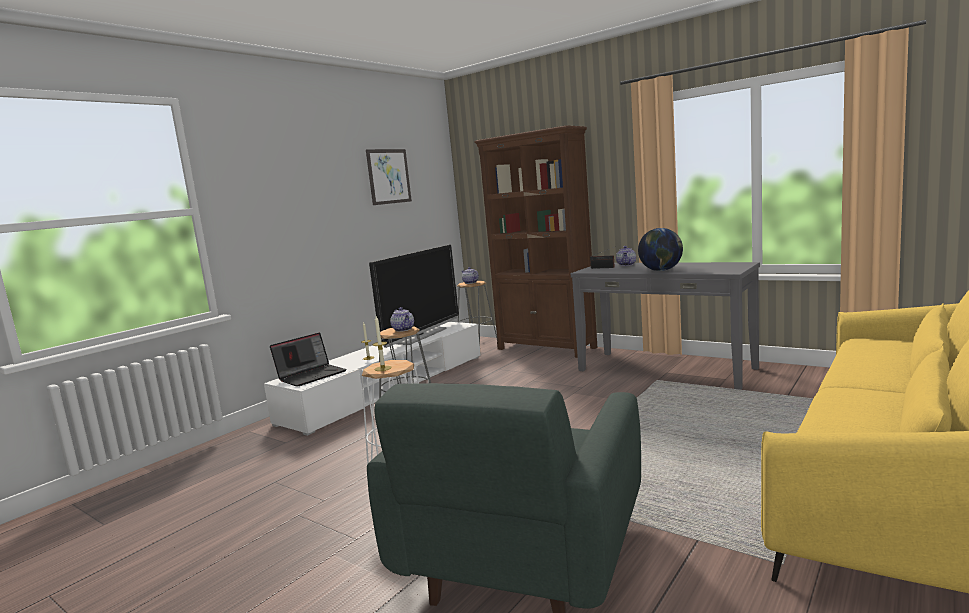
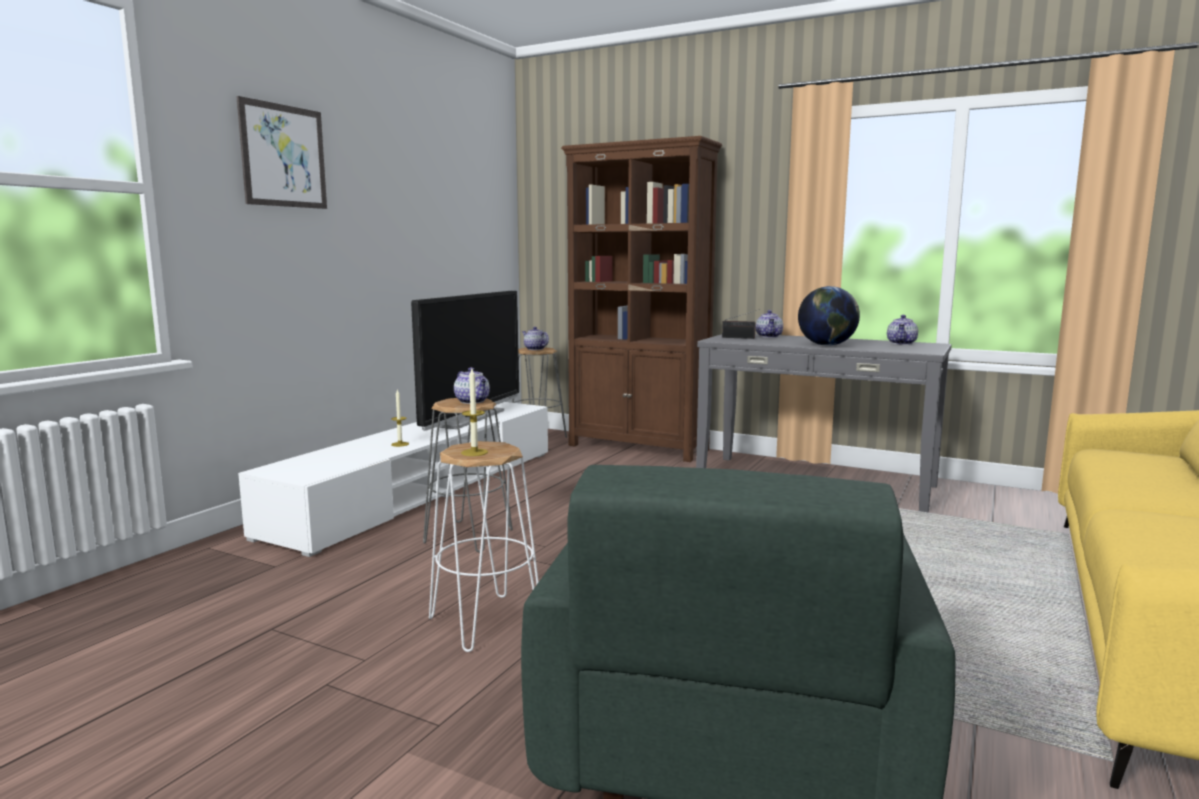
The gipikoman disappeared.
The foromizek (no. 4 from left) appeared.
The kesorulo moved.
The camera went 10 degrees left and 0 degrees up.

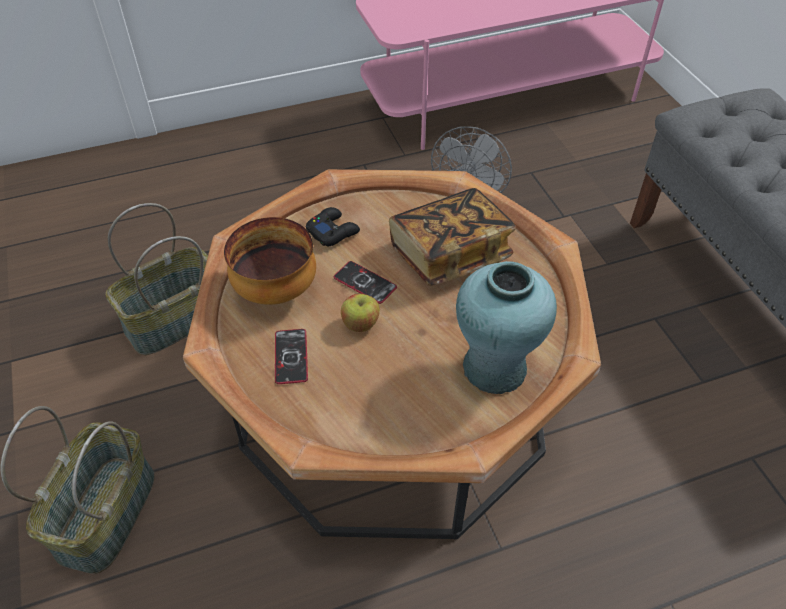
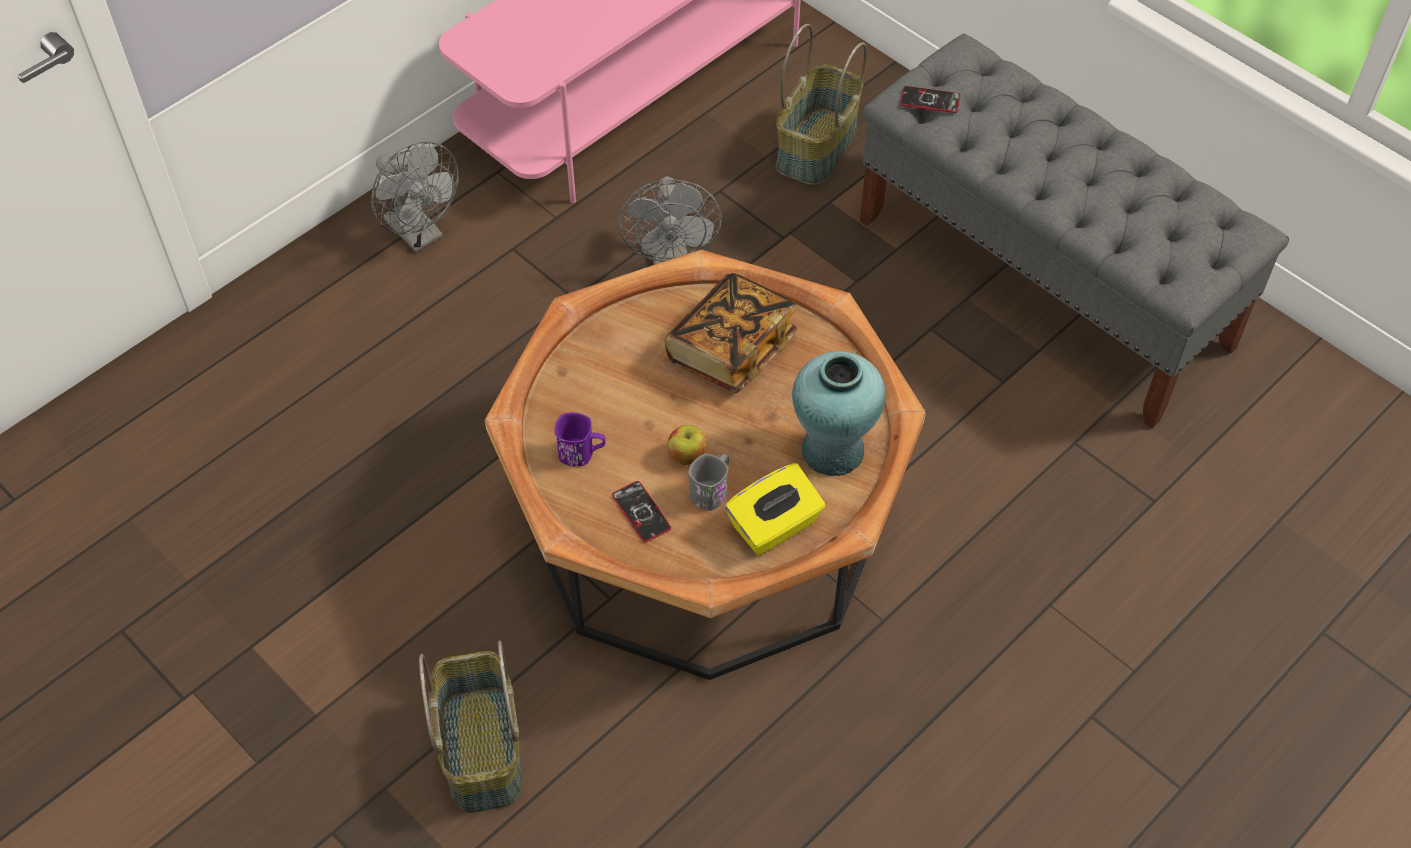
The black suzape disappeared.
The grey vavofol (no. 1 from left) appeared.
The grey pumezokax appeared.
The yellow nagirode appeared.
The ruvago (no. 2 from left) moved.
The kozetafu (no. 2 from left) moved.
The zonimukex was replaced by the purple pumezokax.
The camera went 25 degrees left and 5 degrees up.

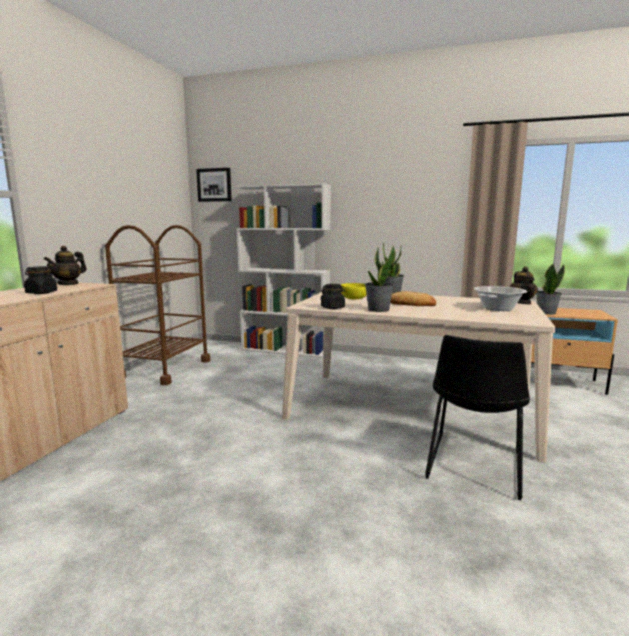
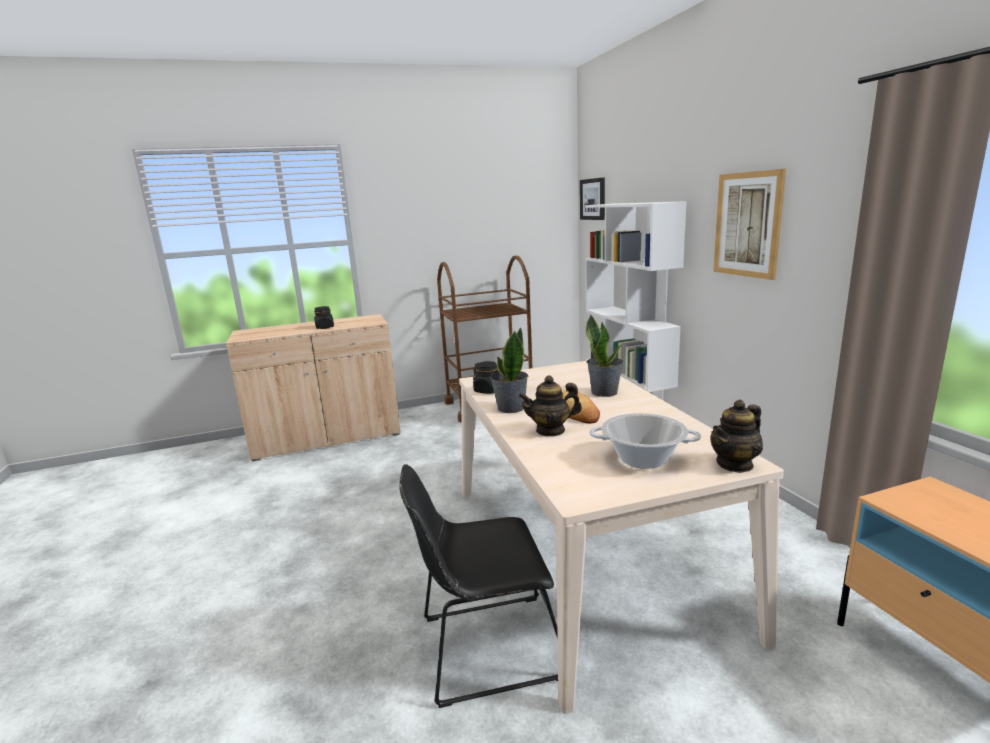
The yellow zonimukex disappeared.
The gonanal (no. 3 from left) disappeared.
The kesorulo (no. 2 from left) appeared.
The foromizek (no. 1 from left) moved.
The camera went 55 degrees right and 5 degrees up.

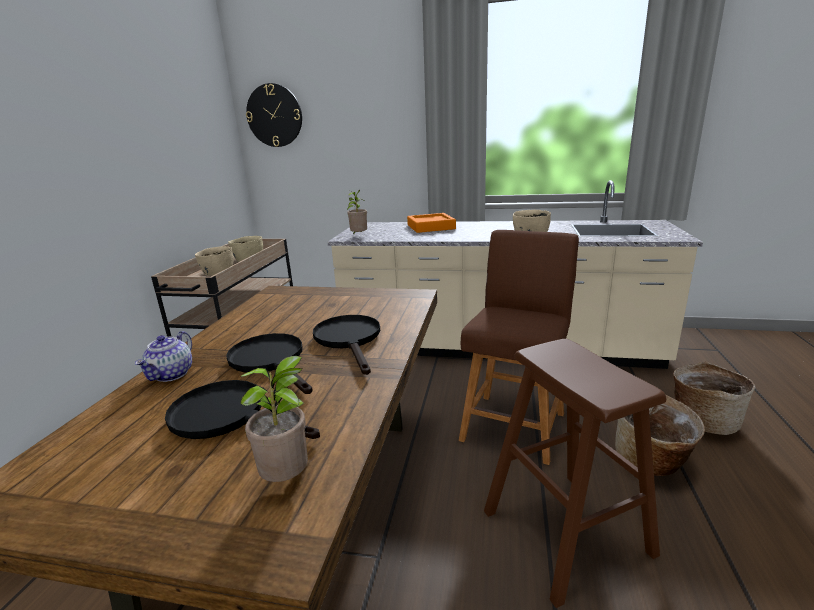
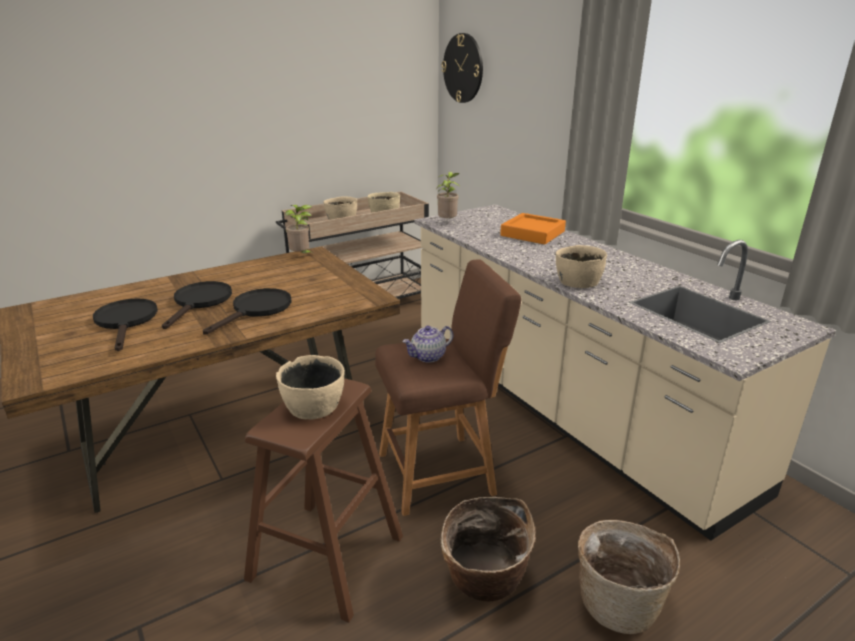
The beige zonimukex (no. 1 from left) appeared.
The foromizek moved.
The gonanal (no. 1 from left) moved.
The camera went 45 degrees right and 5 degrees up.

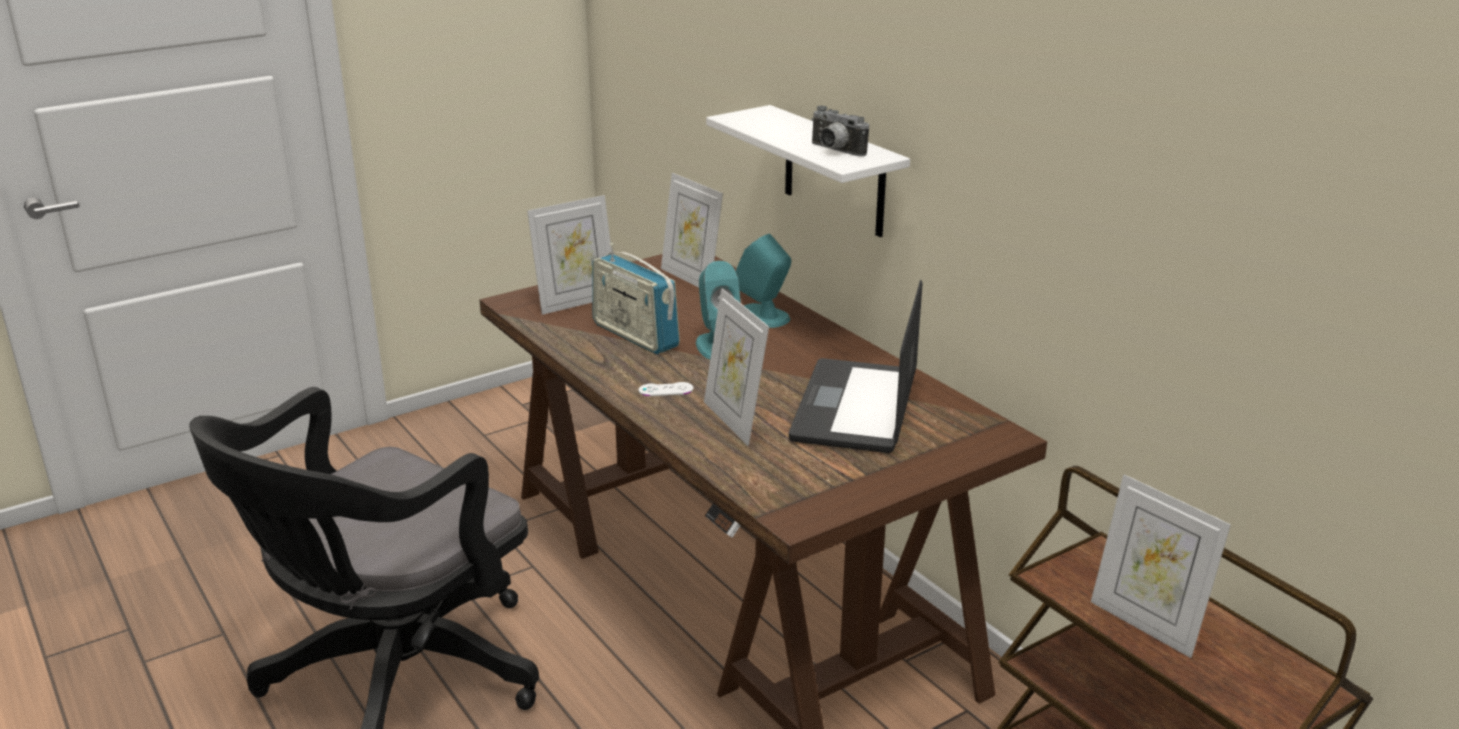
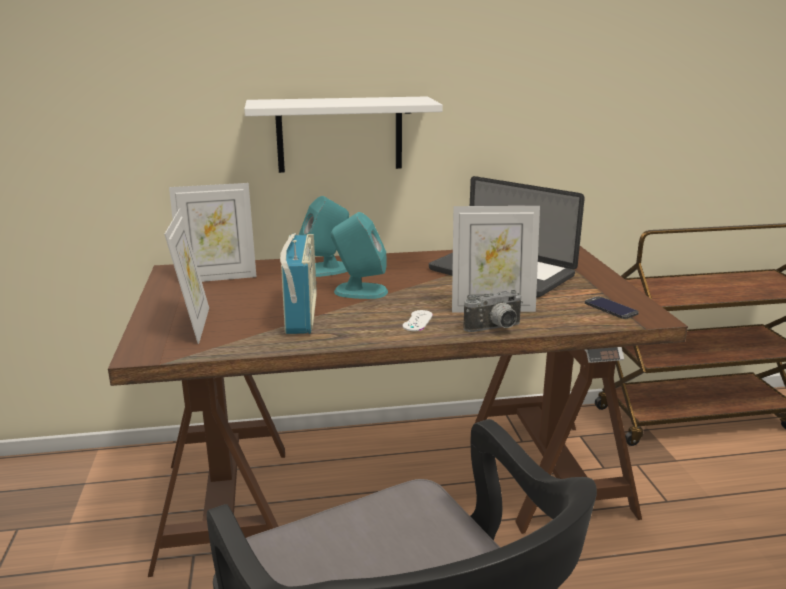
The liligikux (no. 4 from left) disappeared.
The kozetafu appeared.
The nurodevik moved.
The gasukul turned 75 degrees counterclockwise.
The camera went 65 degrees left and 5 degrees down.

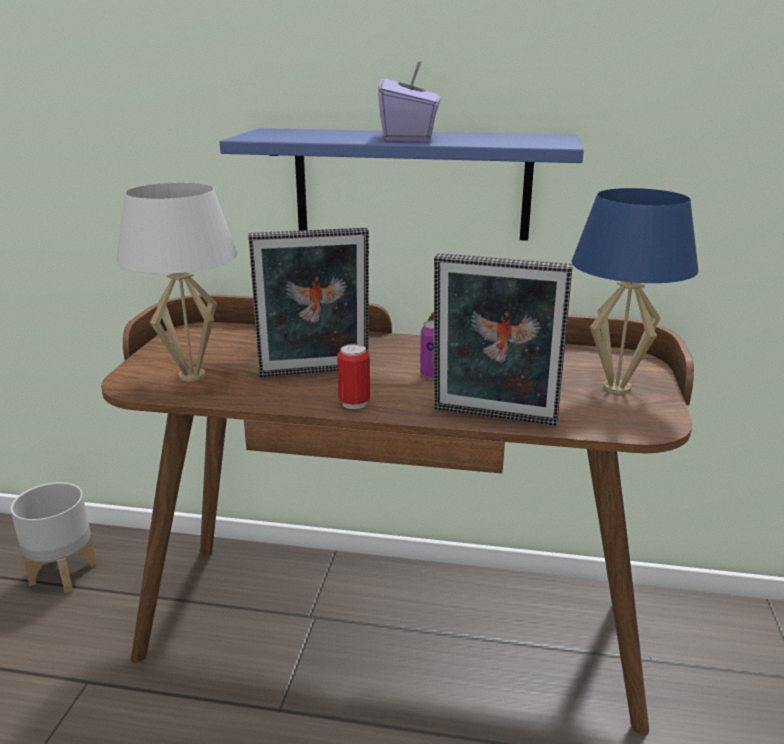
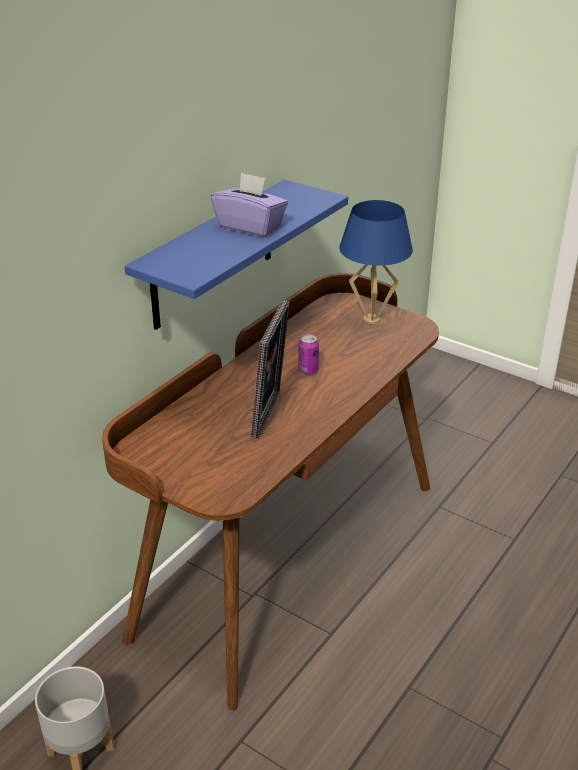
The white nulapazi disappeared.
The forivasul (no. 1 from left) disappeared.
The liligikux (no. 2 from left) disappeared.
The camera went 65 degrees left and 10 degrees up.

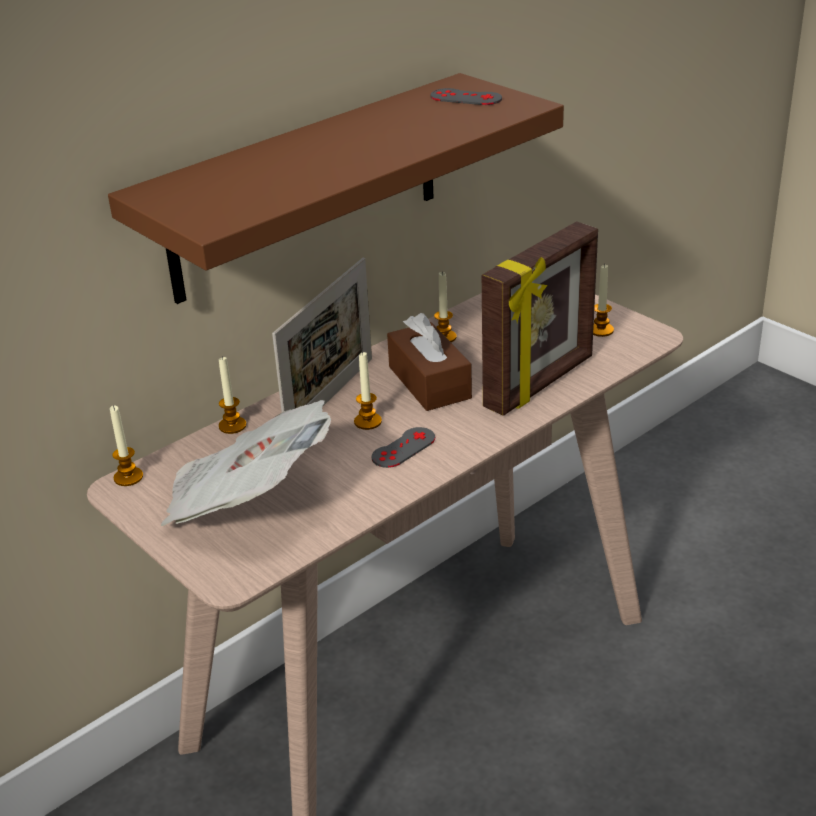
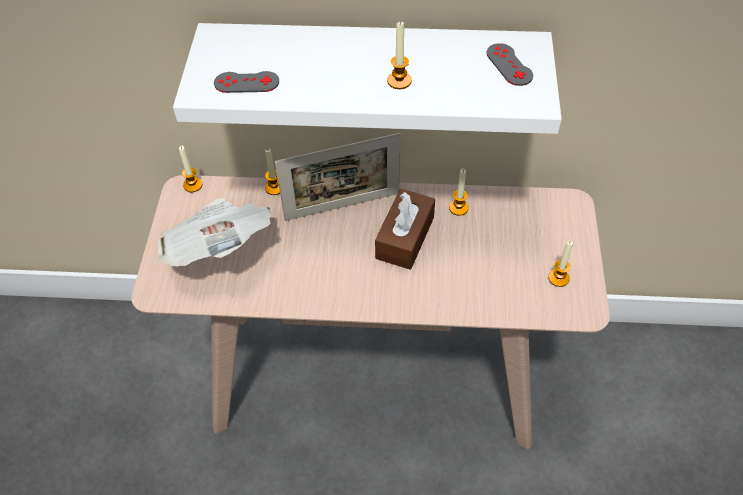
The liligikux (no. 2 from left) disappeared.
The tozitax (no. 3 from left) moved.
The grey suzape (no. 1 from left) moved.
The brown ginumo became the white ginumo.
The camera went 45 degrees right and 20 degrees up.

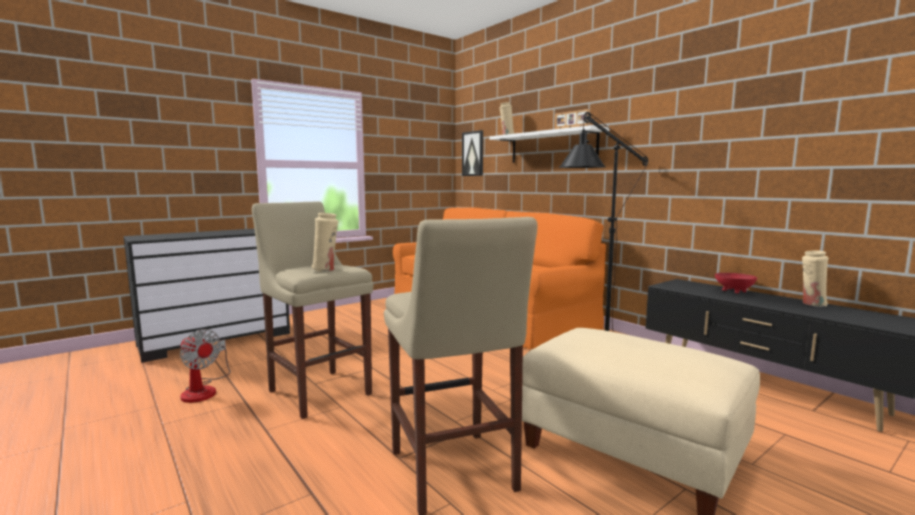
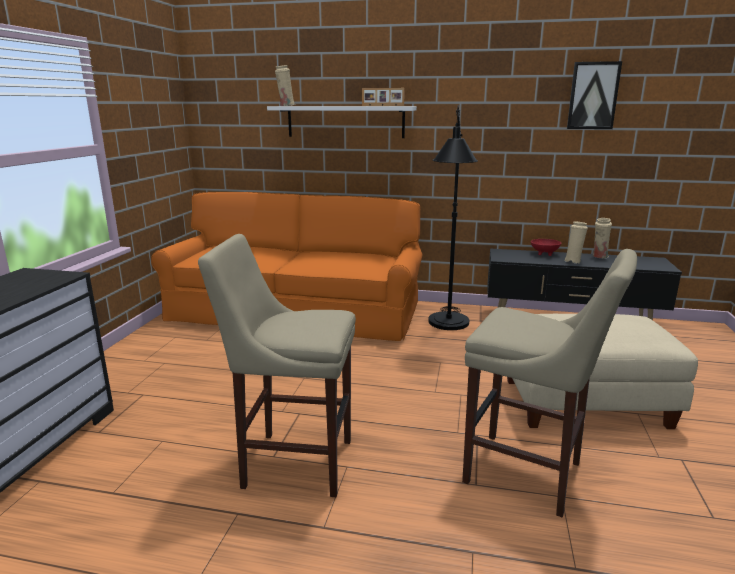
The vavofol disappeared.
The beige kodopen (no. 1 from left in the first image) moved.
The kesorulo moved.
The camera went 40 degrees left and 10 degrees up.

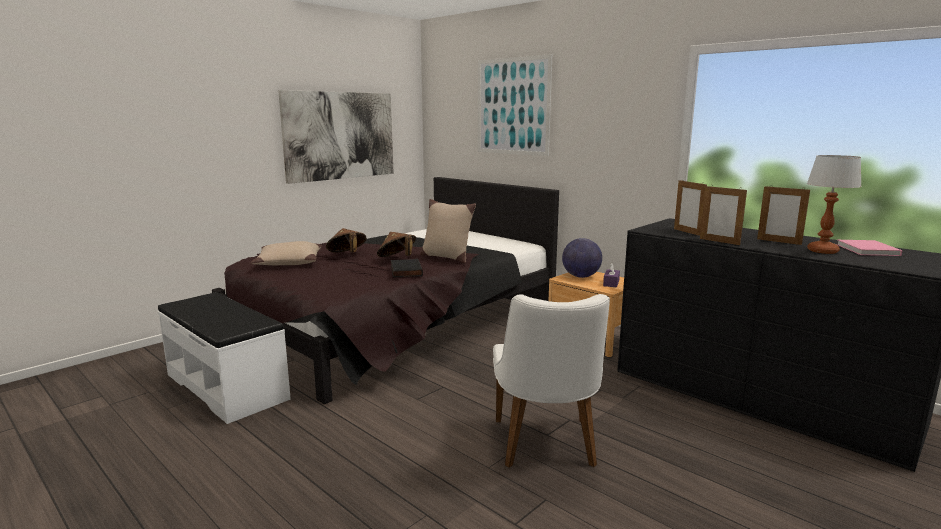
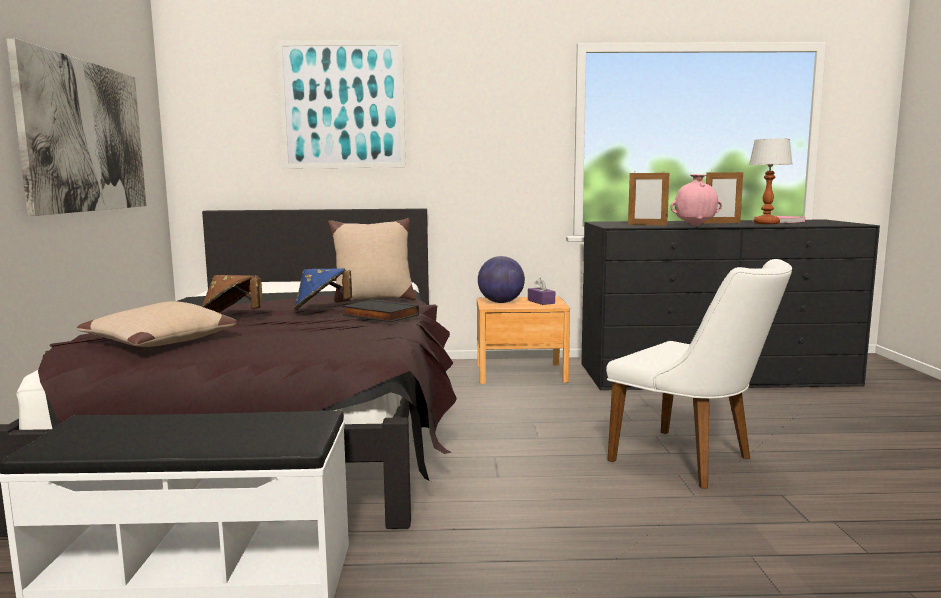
The liligikux (no. 2 from left) was replaced by the pink kodopen.
The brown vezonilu (no. 2 from left) became the blue vezonilu.
The camera went 45 degrees left and 5 degrees down.

